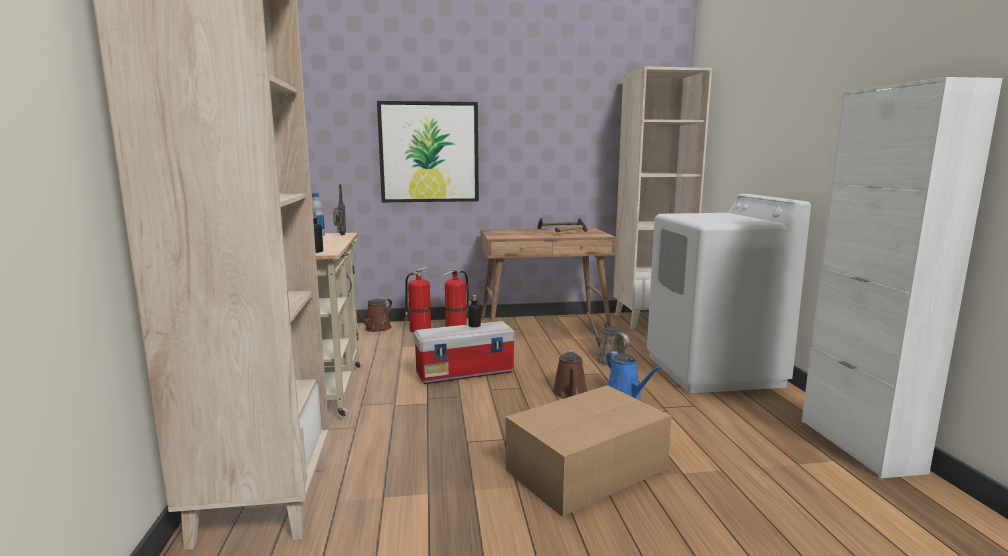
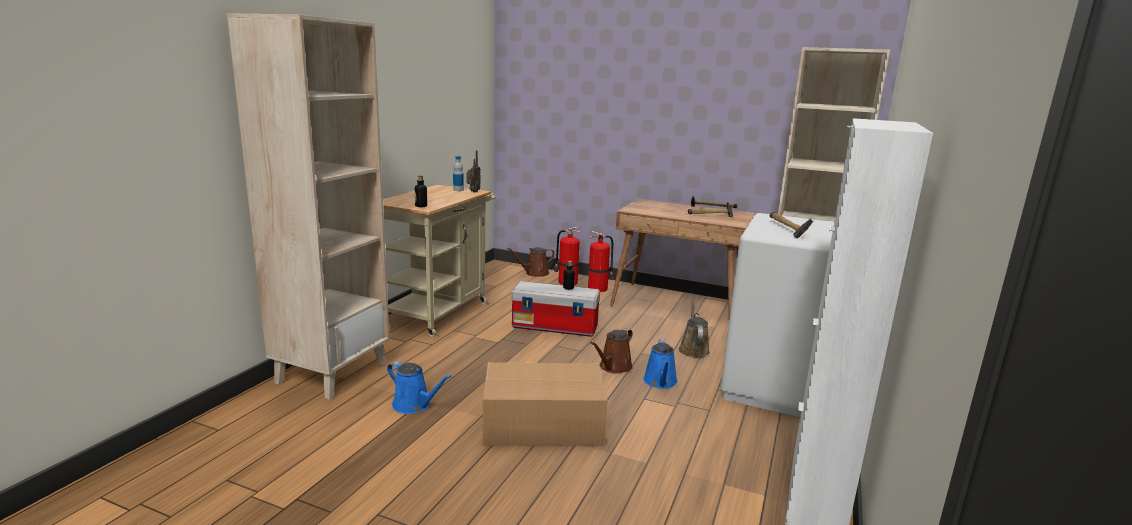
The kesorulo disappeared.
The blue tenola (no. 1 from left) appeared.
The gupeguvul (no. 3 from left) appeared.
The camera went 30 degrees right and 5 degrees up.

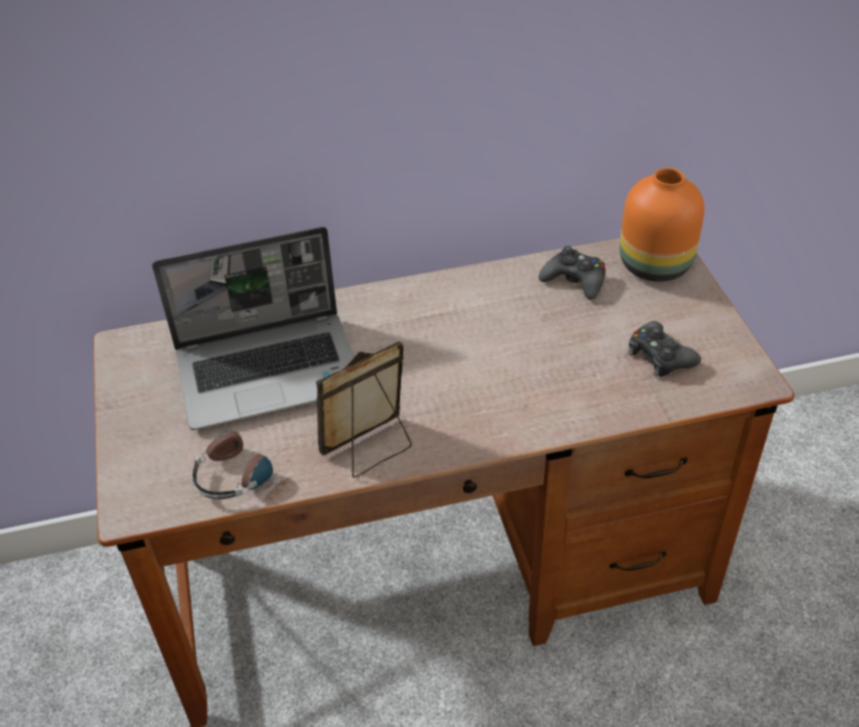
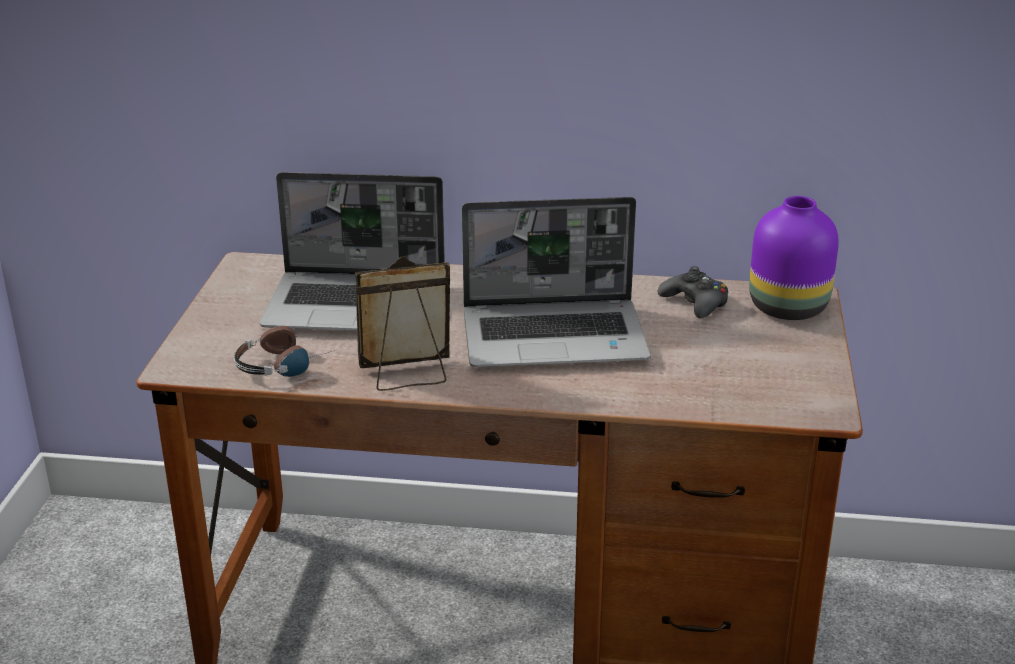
The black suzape (no. 2 from left) disappeared.
The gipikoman (no. 2 from left) appeared.
The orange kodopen became the purple kodopen.
The camera went 20 degrees right and 15 degrees down.

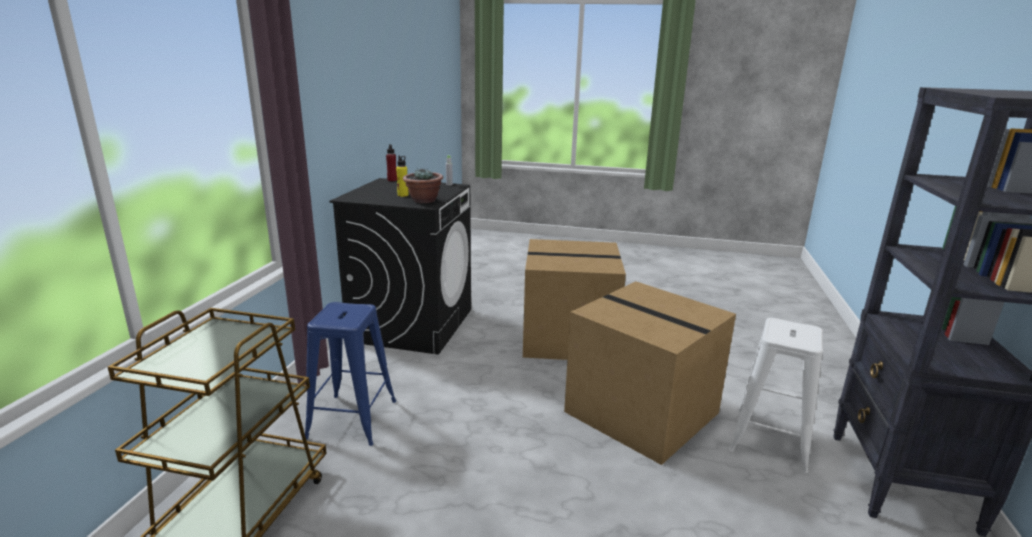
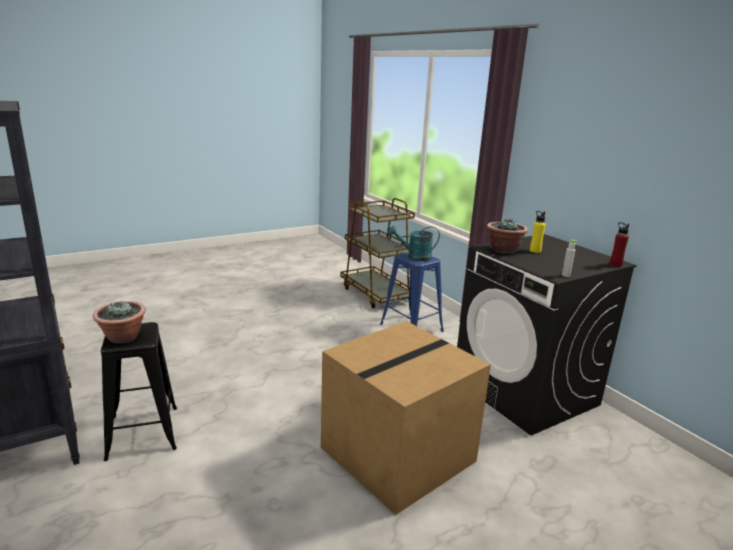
The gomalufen (no. 2 from left) disappeared.
The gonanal (no. 1 from left) appeared.
The turquoise tenola appeared.
The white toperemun became the black toperemun.
The camera went 135 degrees right and 0 degrees up.

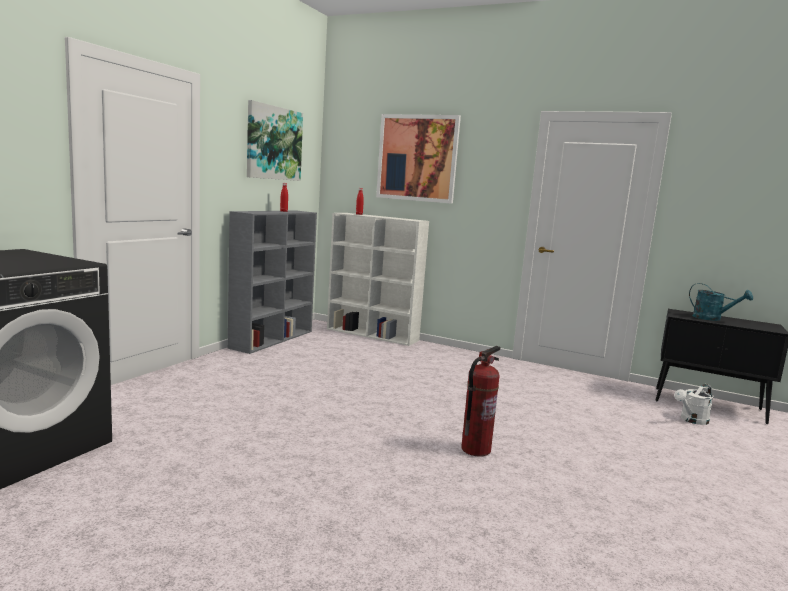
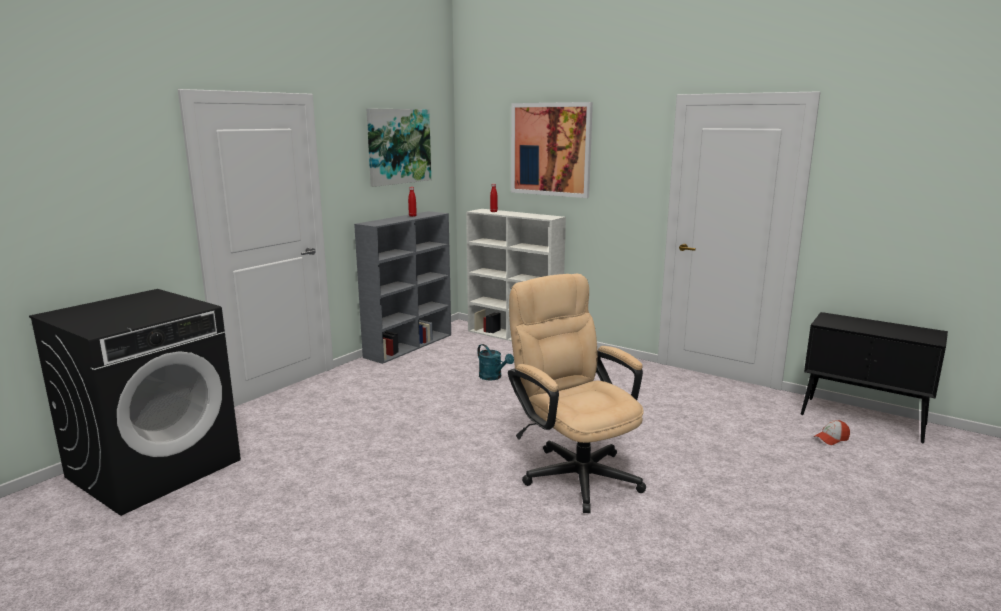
The turquoise tenola moved.
The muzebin was replaced by the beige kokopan.
The white tenola was replaced by the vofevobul.
The camera went 10 degrees right and 5 degrees up.

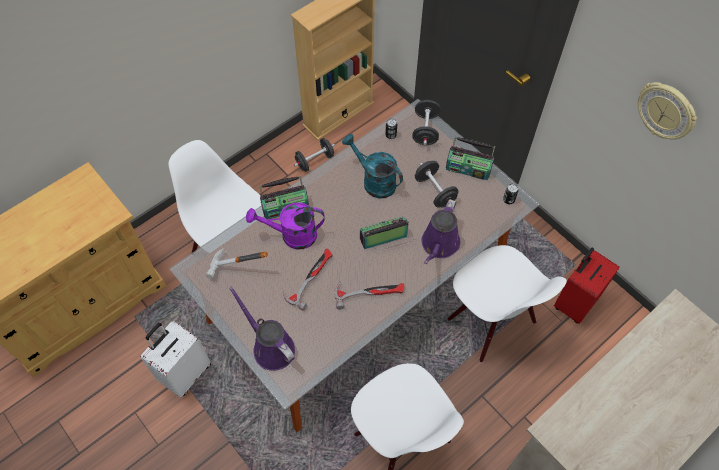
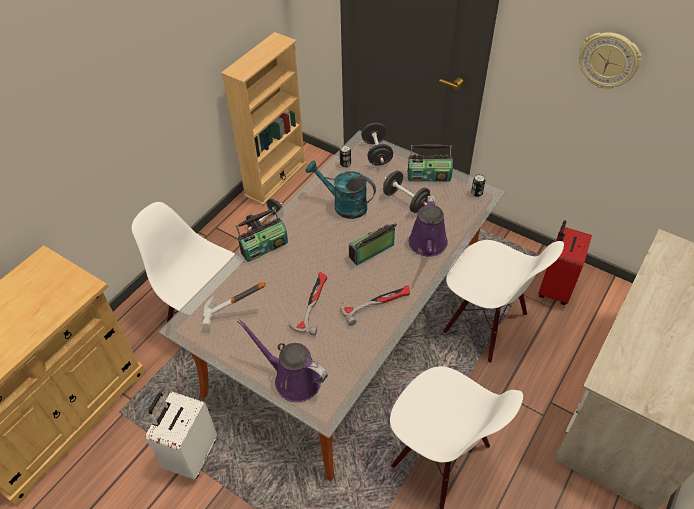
The purple tenola (no. 2 from left) disappeared.
The camera went 15 degrees left and 10 degrees down.

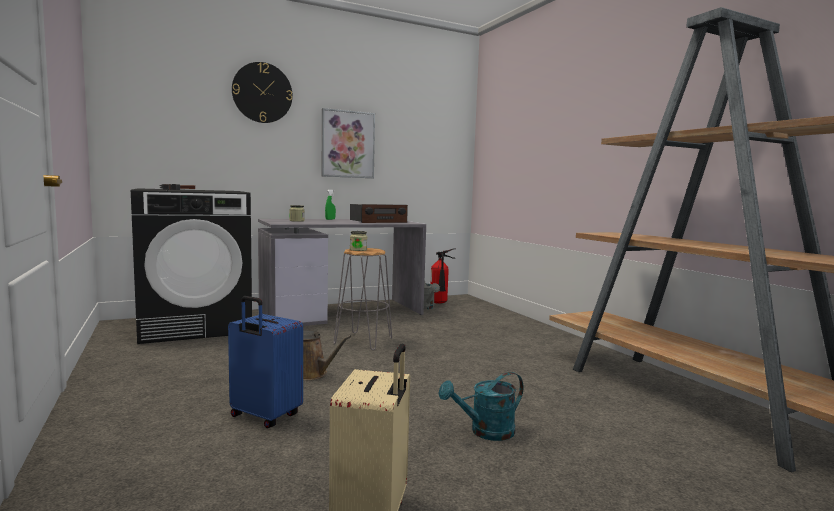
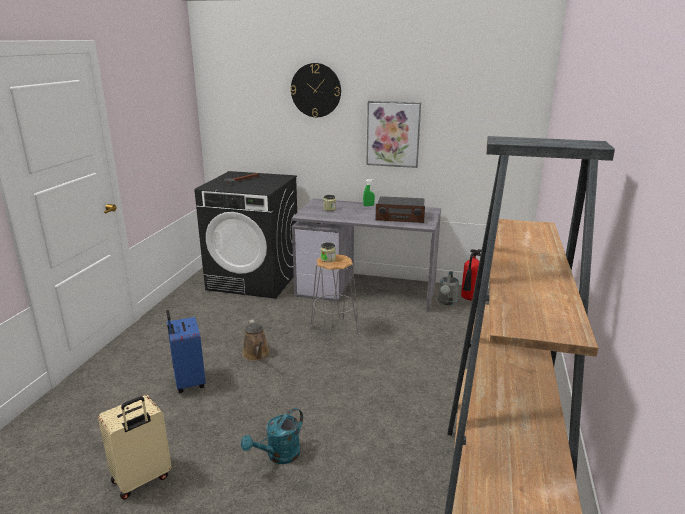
The turquoise tenola turned 60 degrees counterclockwise.
The camera went 40 degrees right and 15 degrees up.

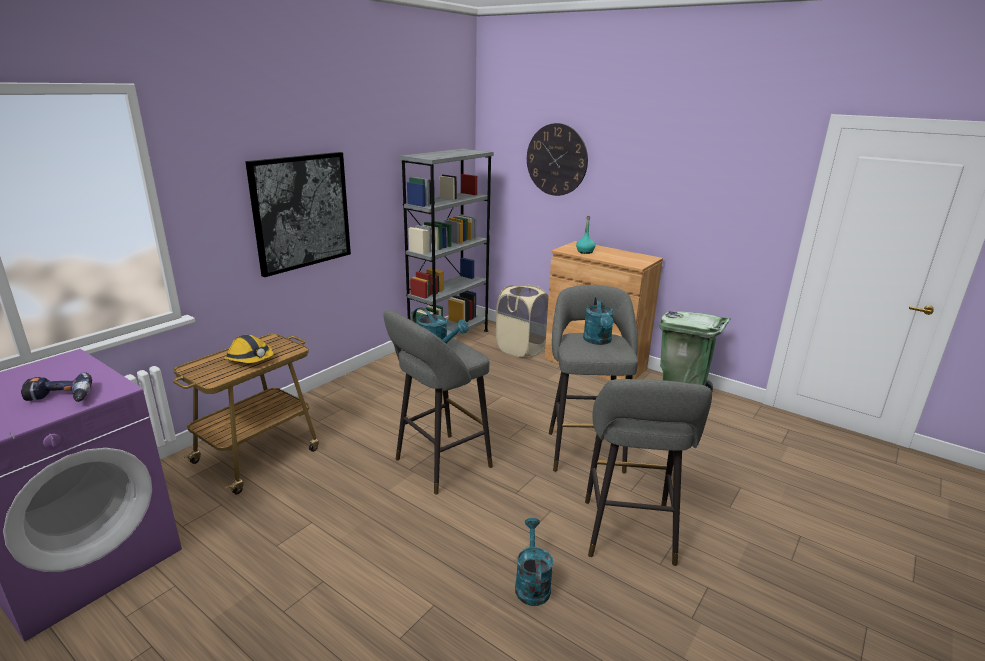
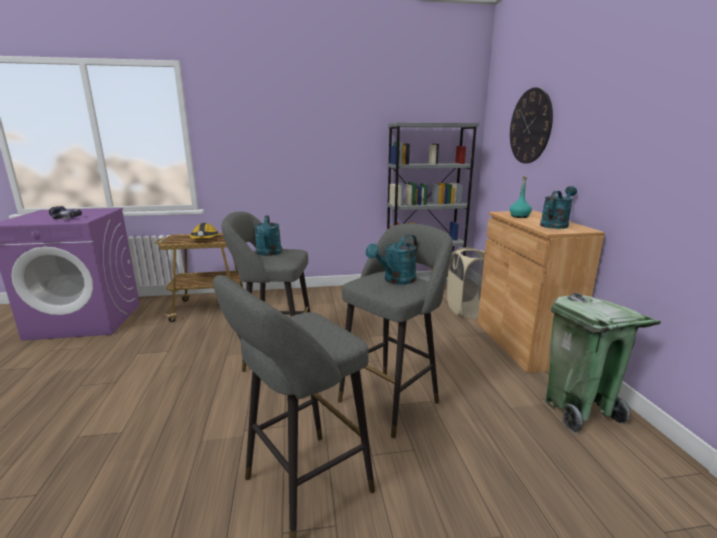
The kesorulo disappeared.
The turquoise tenola (no. 2 from left in the first image) moved.
The camera went 45 degrees right and 5 degrees down.

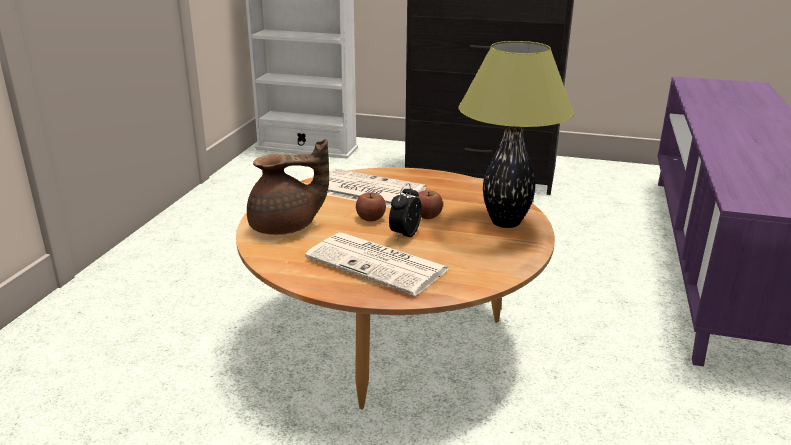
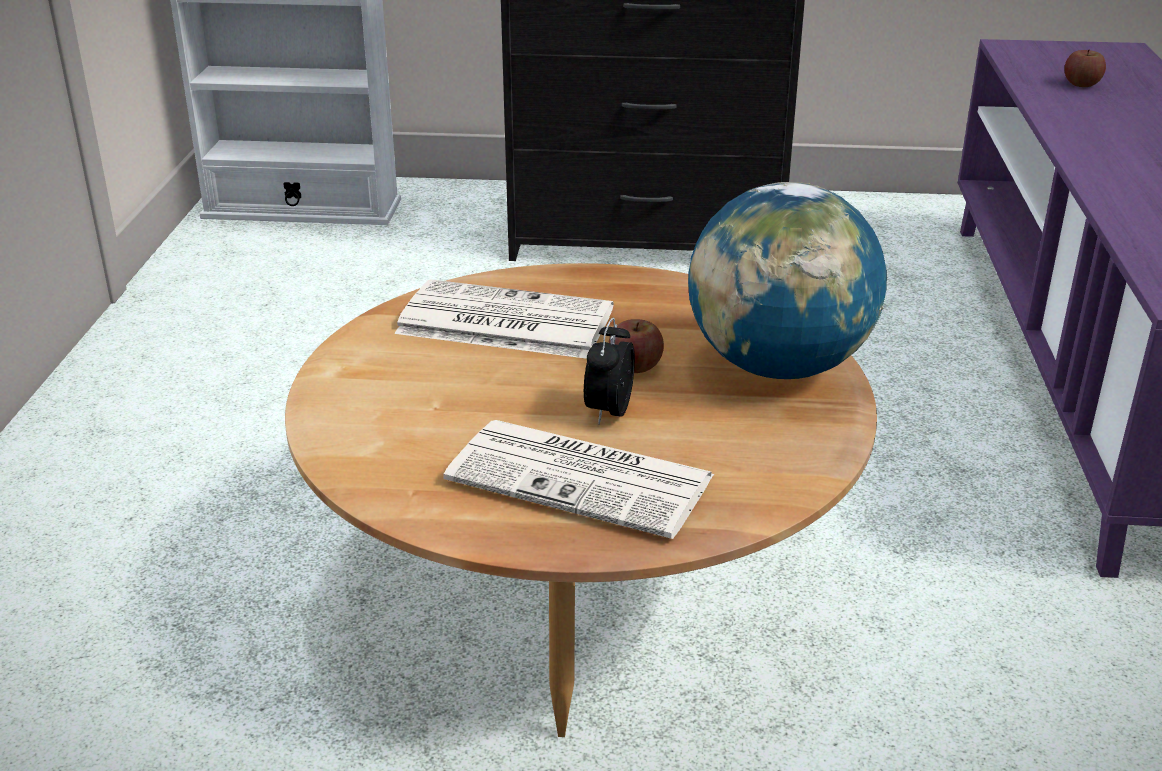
The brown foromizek disappeared.
The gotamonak (no. 1 from left in the first image) moved.
The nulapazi was replaced by the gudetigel.
The camera went 10 degrees left and 5 degrees up.

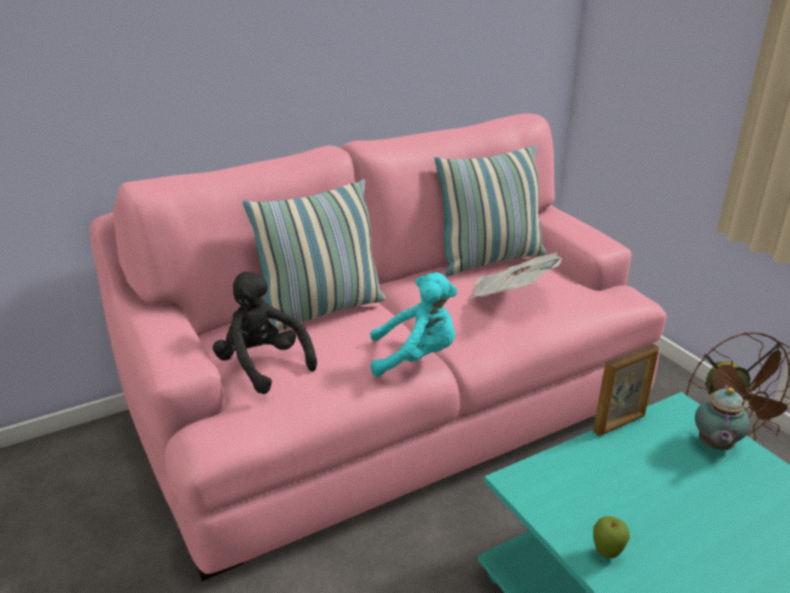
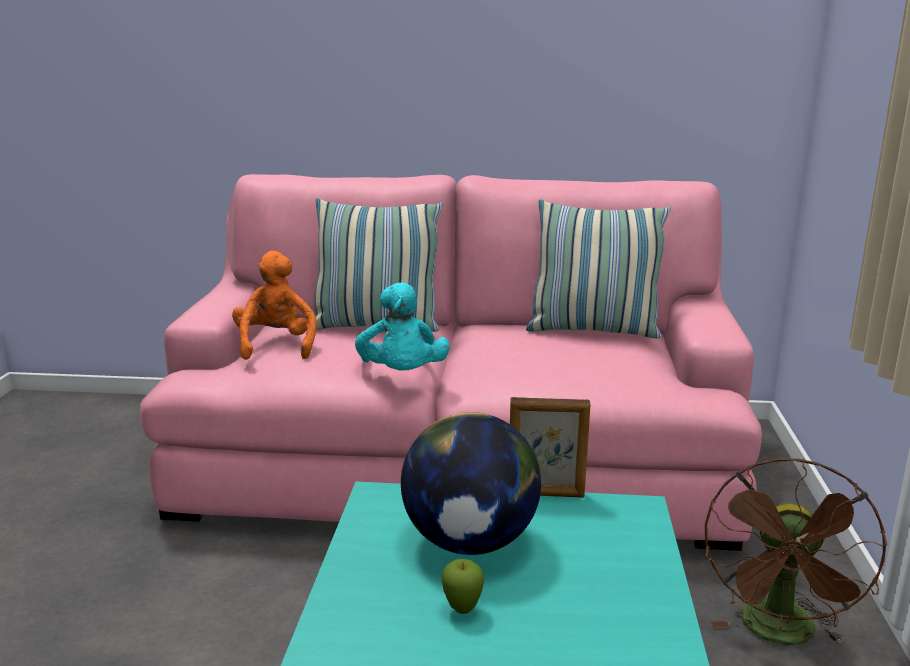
The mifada disappeared.
The foromizek disappeared.
The gudetigel appeared.
The gotamonak moved.
The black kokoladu became the orange kokoladu.
The turquoise kokoladu turned 45 degrees clockwise.
The camera went 35 degrees right and 10 degrees down.

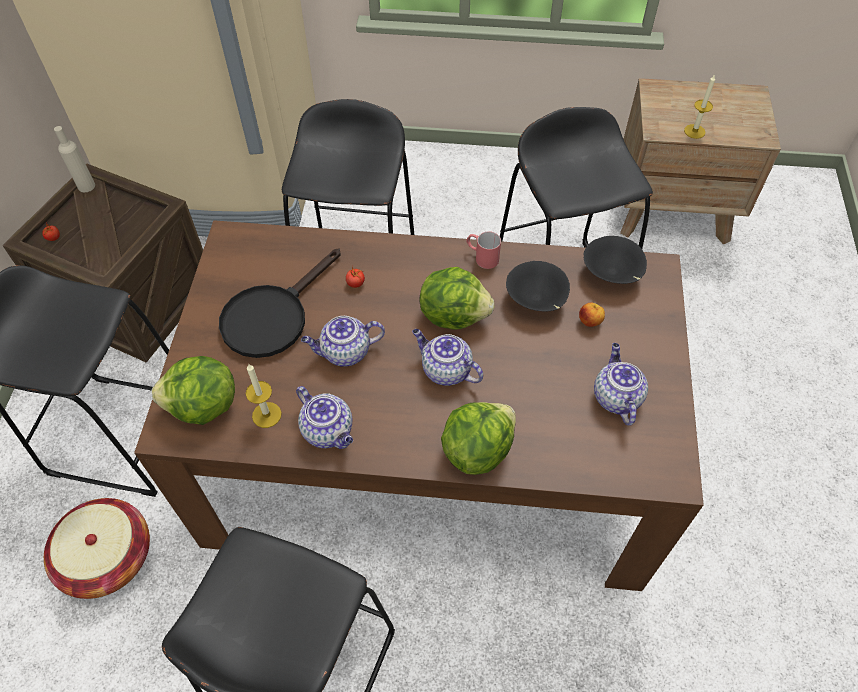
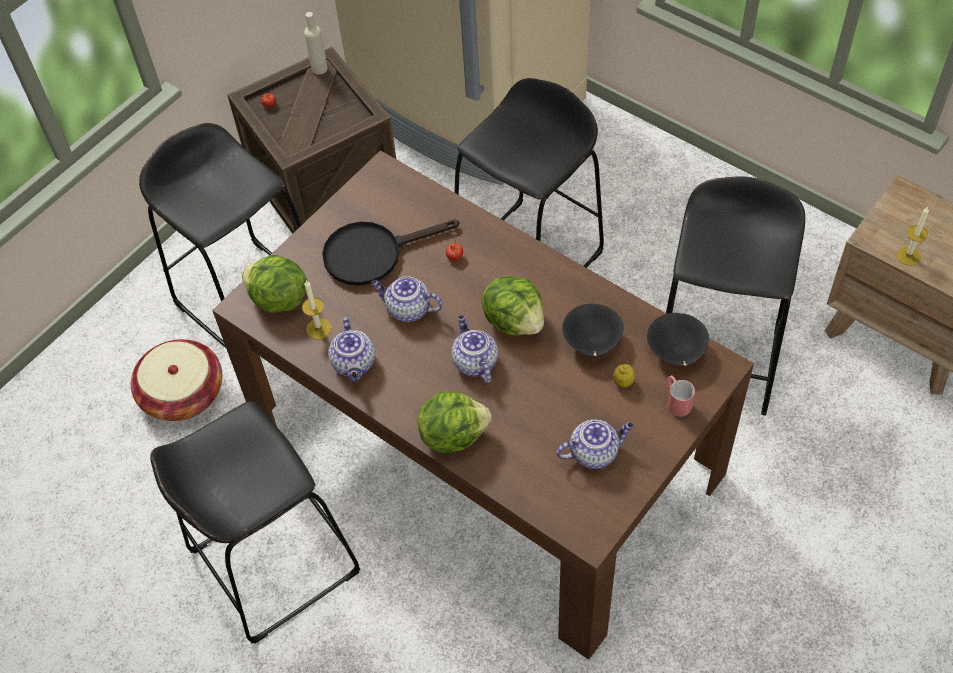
The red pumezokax moved.
The gotamonak was replaced by the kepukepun.
The foromizek (no. 4 from left) turned 45 degrees clockwise.
The camera went 35 degrees right and 0 degrees up.

